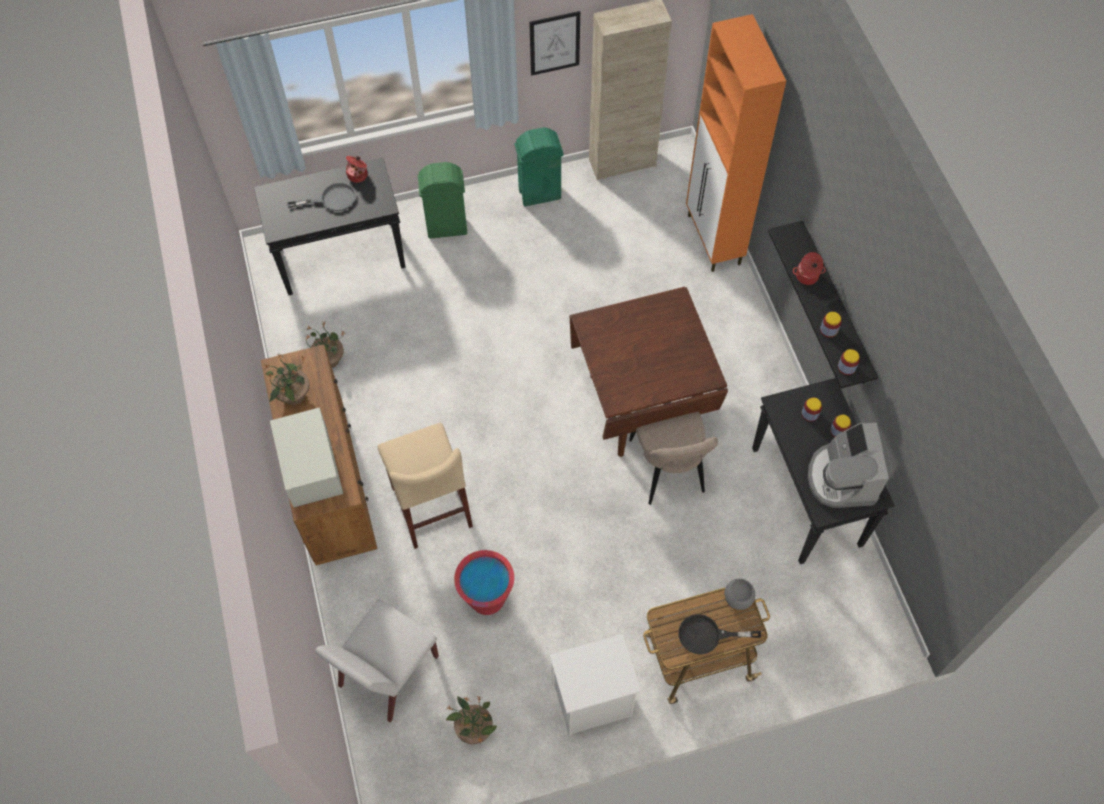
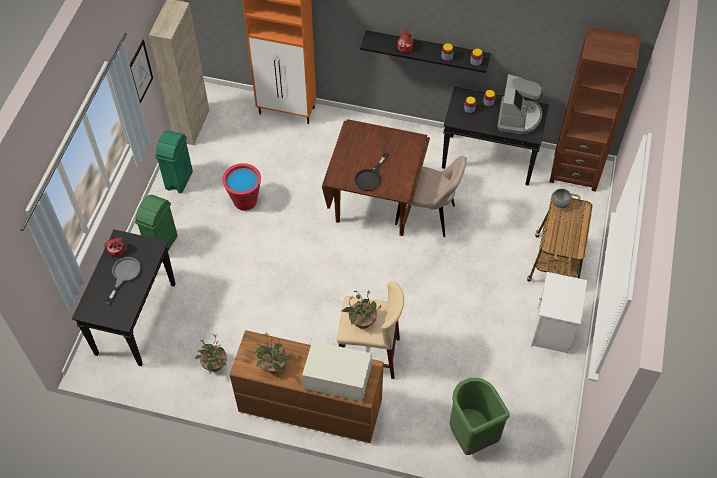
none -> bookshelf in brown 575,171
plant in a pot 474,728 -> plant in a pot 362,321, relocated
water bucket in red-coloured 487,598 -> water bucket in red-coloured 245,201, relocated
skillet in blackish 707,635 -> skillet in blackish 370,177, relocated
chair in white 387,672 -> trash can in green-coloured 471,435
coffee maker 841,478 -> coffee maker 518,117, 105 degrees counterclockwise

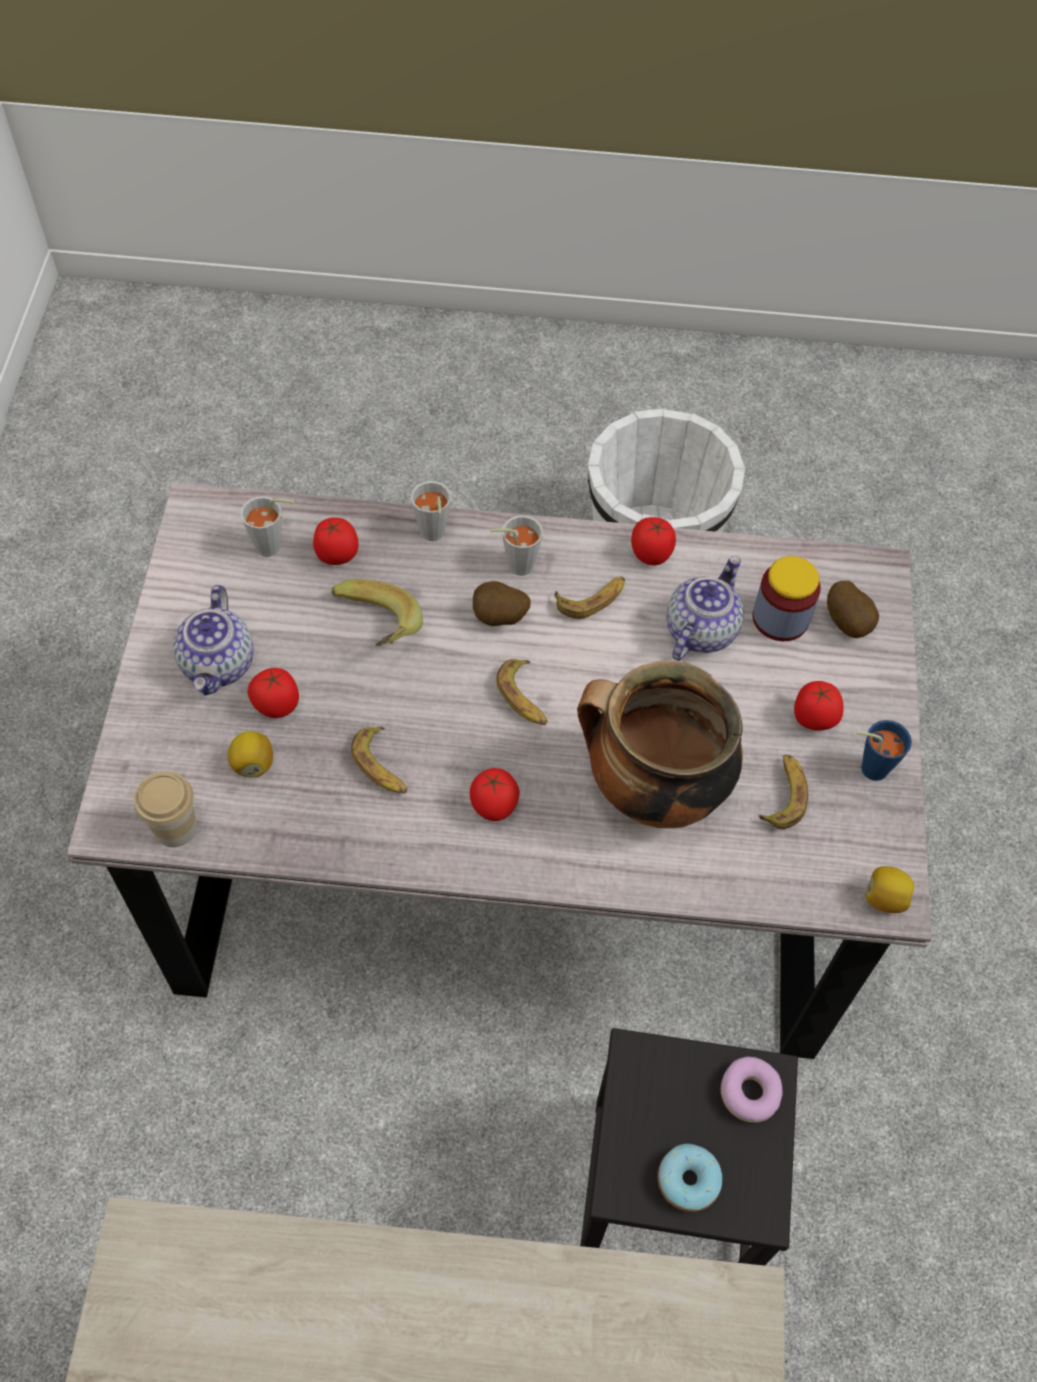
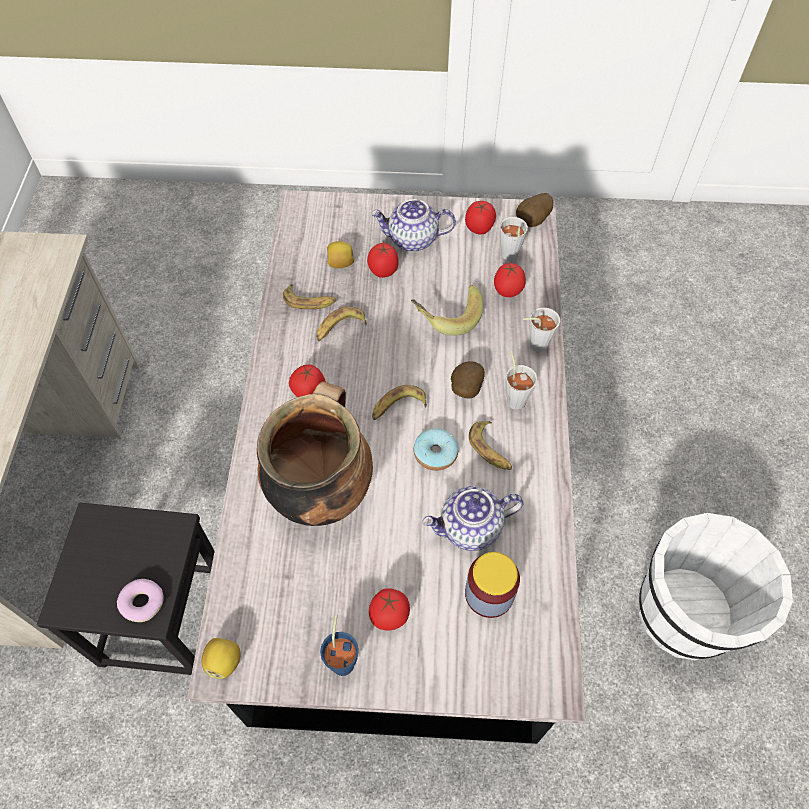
drinking cup 175,828 -> none
fresh tomato 650,554 -> fresh tomato 479,228, relocated
doughnut 688,1180 -> doughnut 435,453, relocated
whole banana 783,795 -> whole banana 309,301, relocated
whole potato 848,622 -> whole potato 533,221, relocated
teapot 700,629 -> teapot 470,528, 135 degrees clockwise

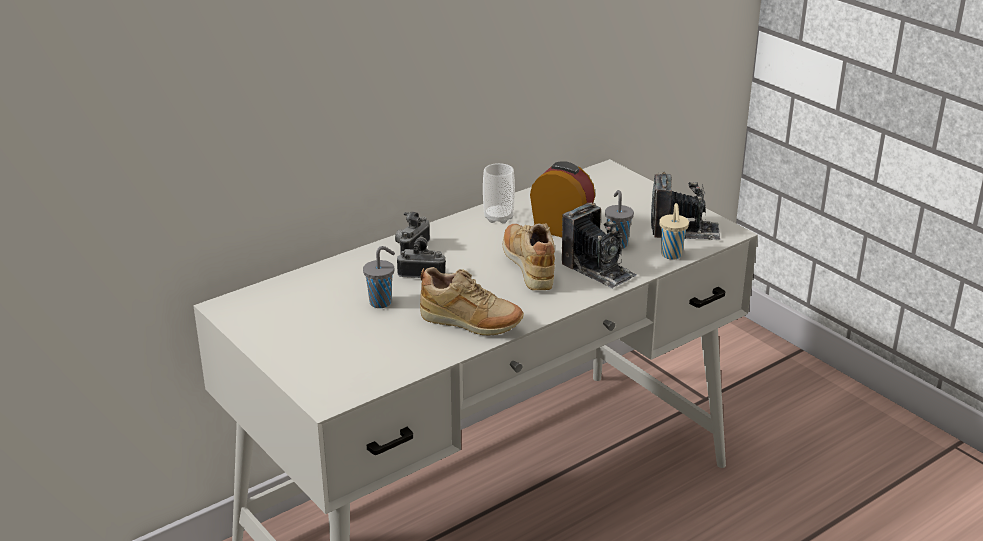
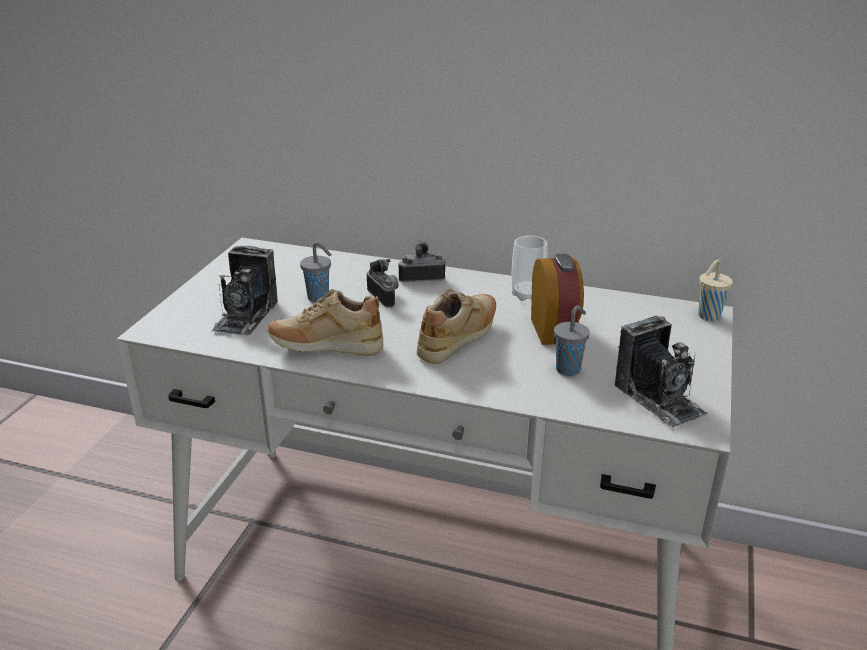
photo camera 598,269 -> photo camera 246,315, relocated
drinking cup in sand-coloured 671,255 -> drinking cup in sand-coloured 708,316, relocated
item of footwear in sand-coloured 471,325 -> item of footwear in sand-coloured 326,348, 105 degrees clockwise

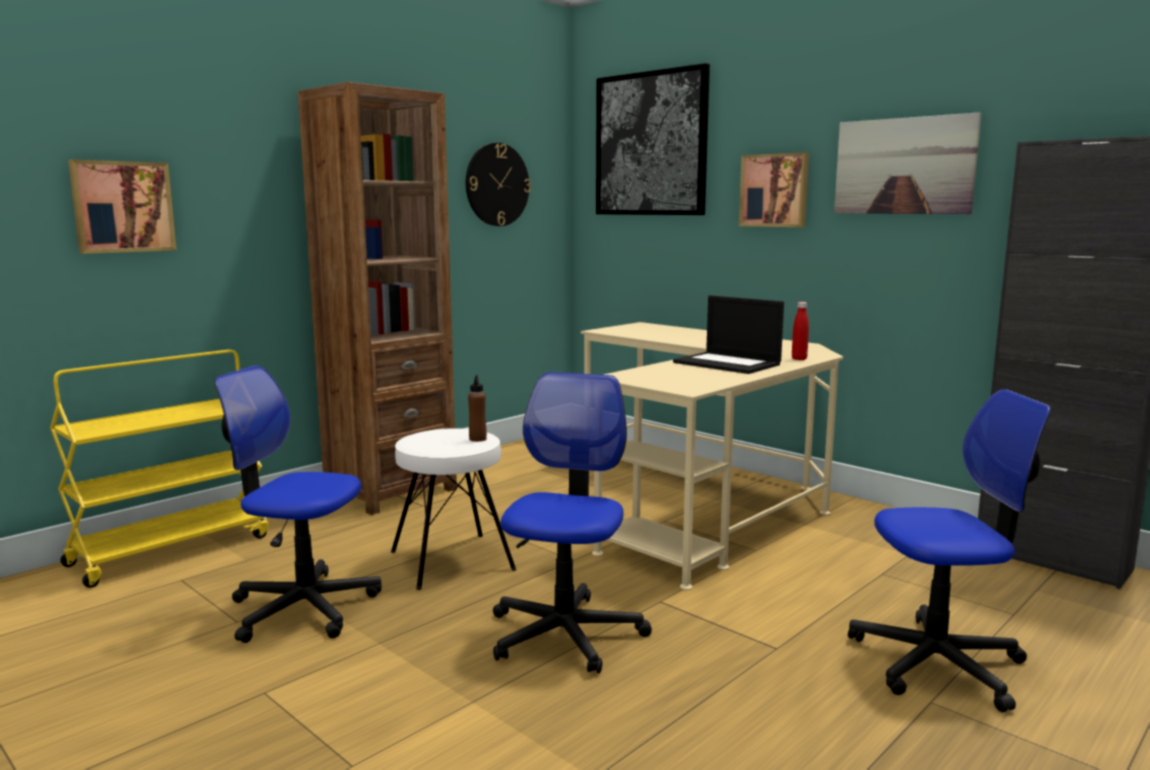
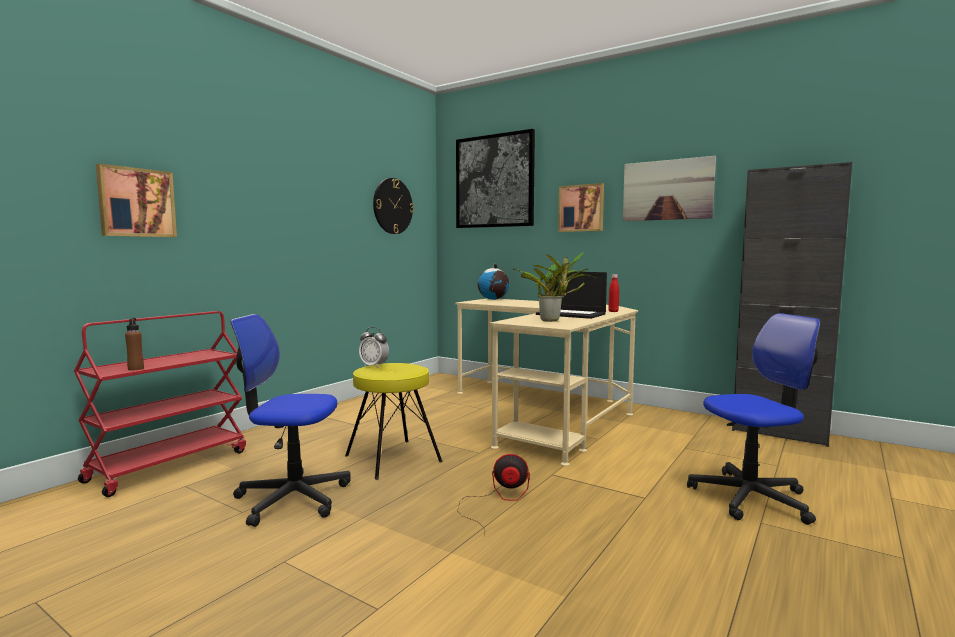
bookshelf in brown 390,491 -> none
none -> bedside clock 374,366
none -> world globe 493,299
none -> plant in a pot 552,320
beverage bottle in brown 477,439 -> beverage bottle in brown 136,369, relocated
desk chair 565,634 -> fan 497,500
trolley in yellowish 171,550 -> trolley in red-coloured 169,465
stool in white 451,560 -> stool in yellowish 392,458

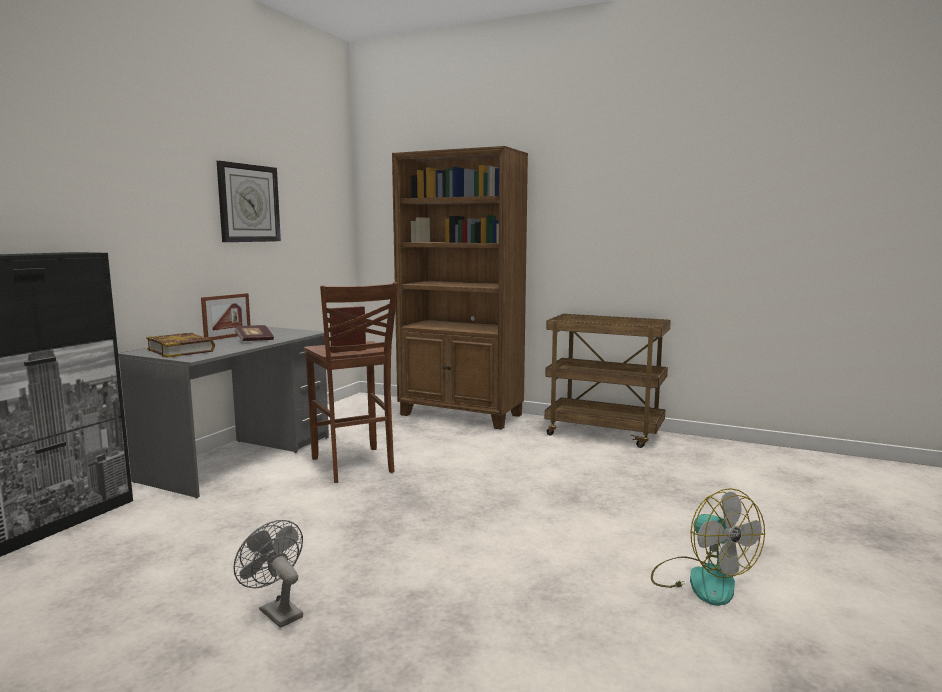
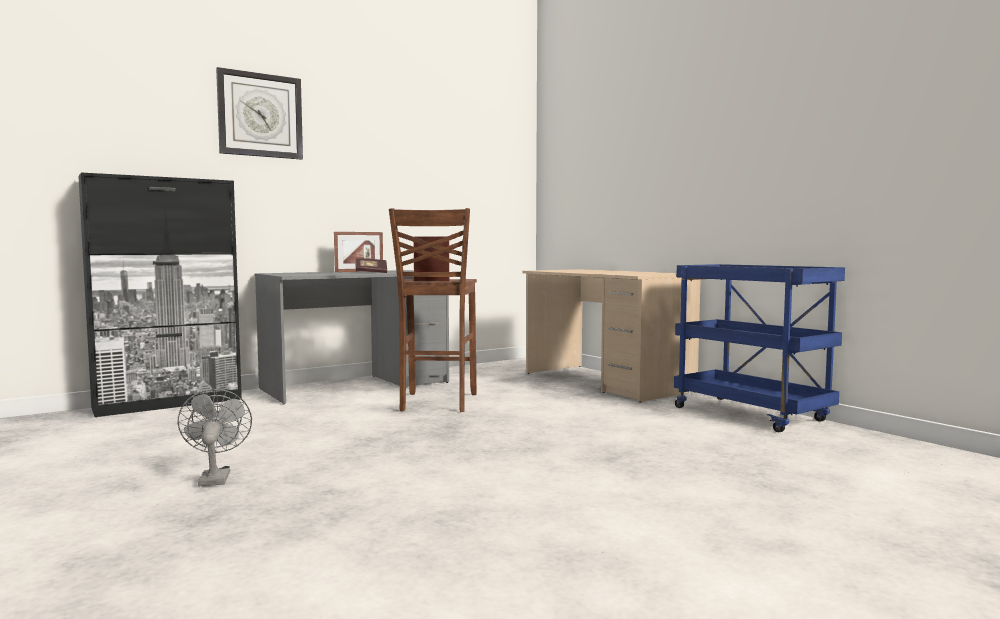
book 181,350 -> none
fan 701,579 -> none
wall clock 248,203 -> wall clock 260,115, relocated
bookshelf in brown 461,415 -> desk in sand-coloured 605,382
trolley in brown 605,433 -> trolley in bluish 752,415

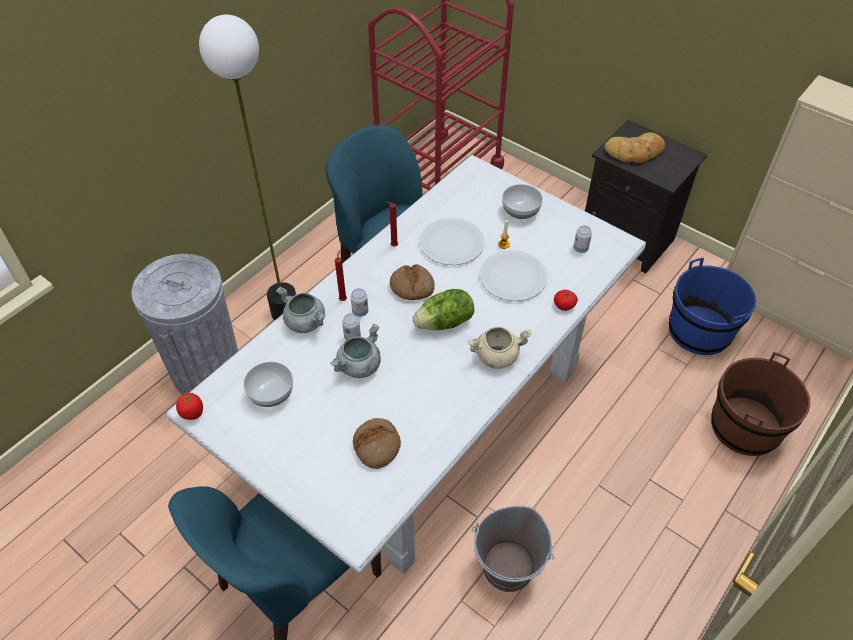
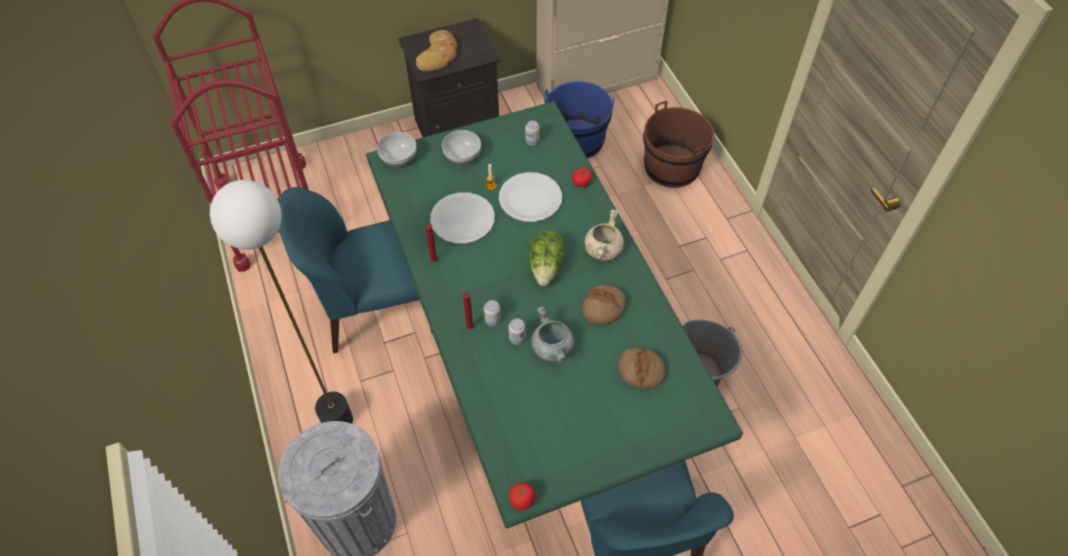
cooking pot in greyish 306,322 -> none
bowl 270,394 -> bowl 399,158, relocated
baked bread 412,287 -> baked bread 603,308, relocated
dining table in white 426,419 -> dining table in green-coloured 536,361

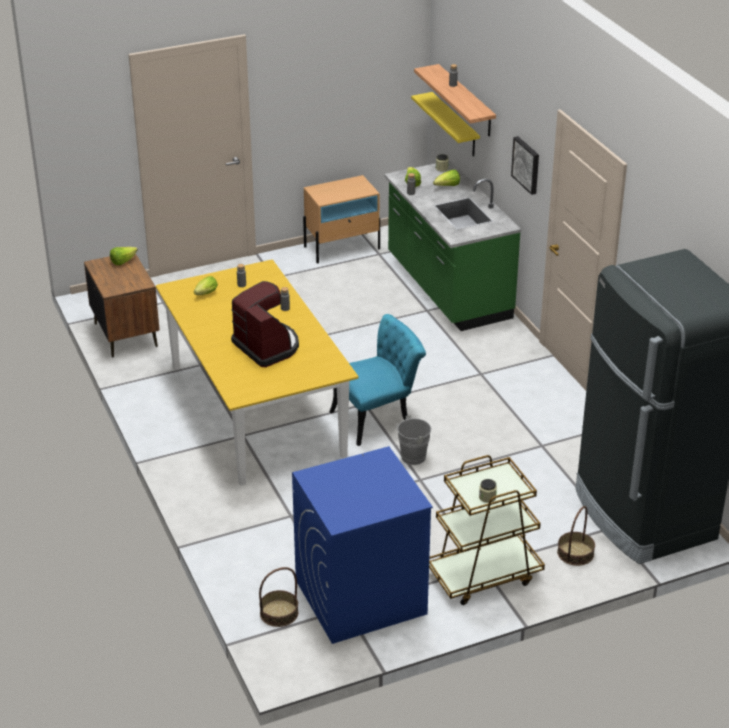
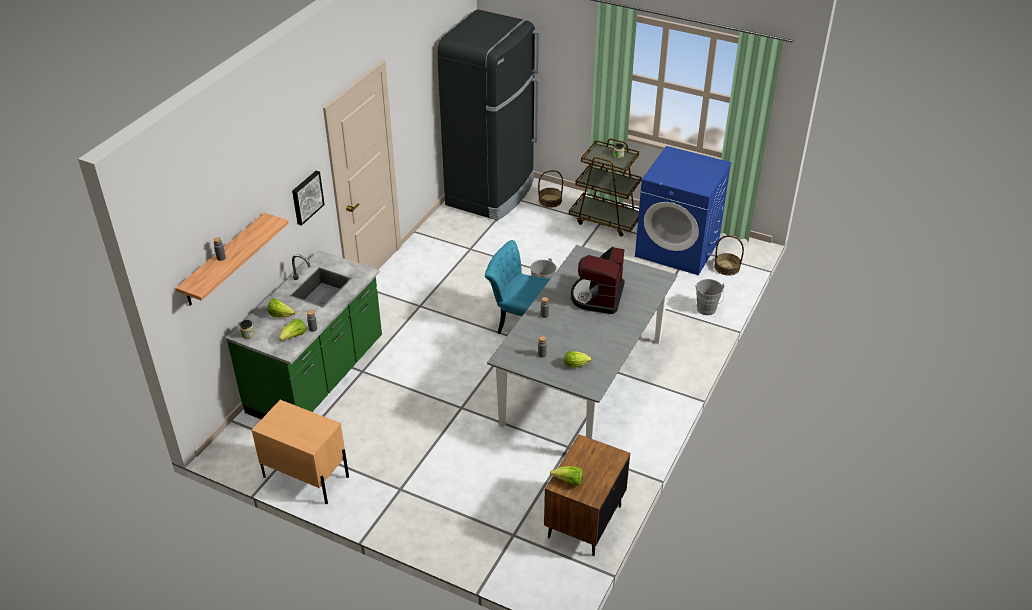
bracket shelf in yellowish 455,125 -> none
none -> water bucket in greyish 706,310
dining table in yellowish 255,410 -> dining table in greyish 583,382

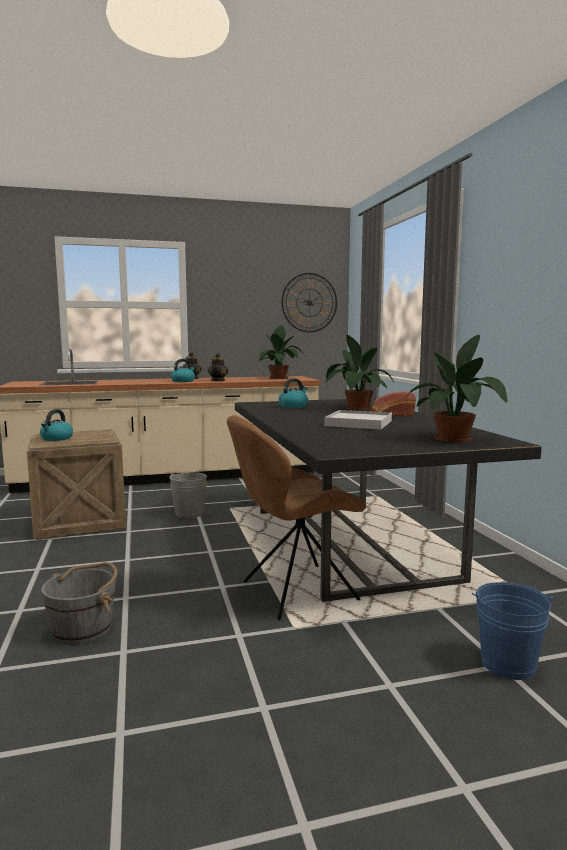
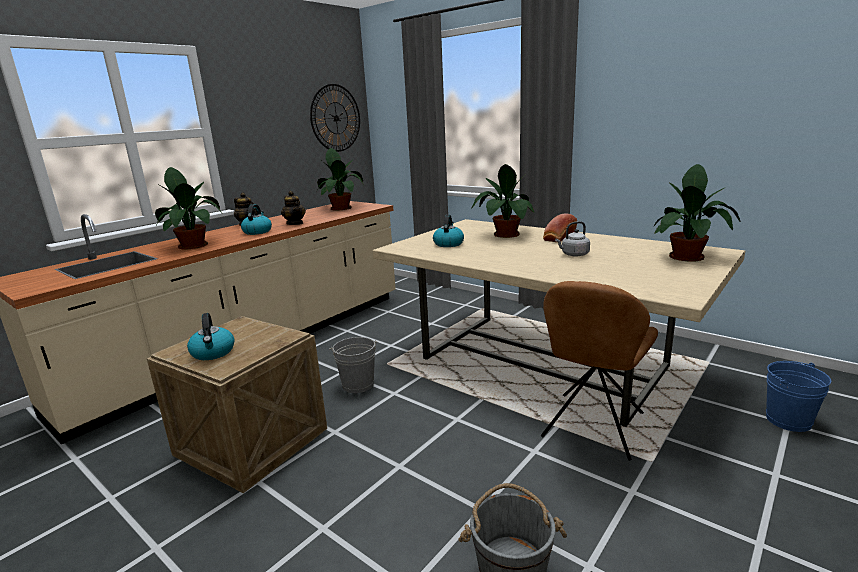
none -> plant in a pot 194,245
serving tray in white 358,423 -> tea kettle in greyish 573,254
dining table in blackish 348,543 -> dining table in sand-coloured 543,363

